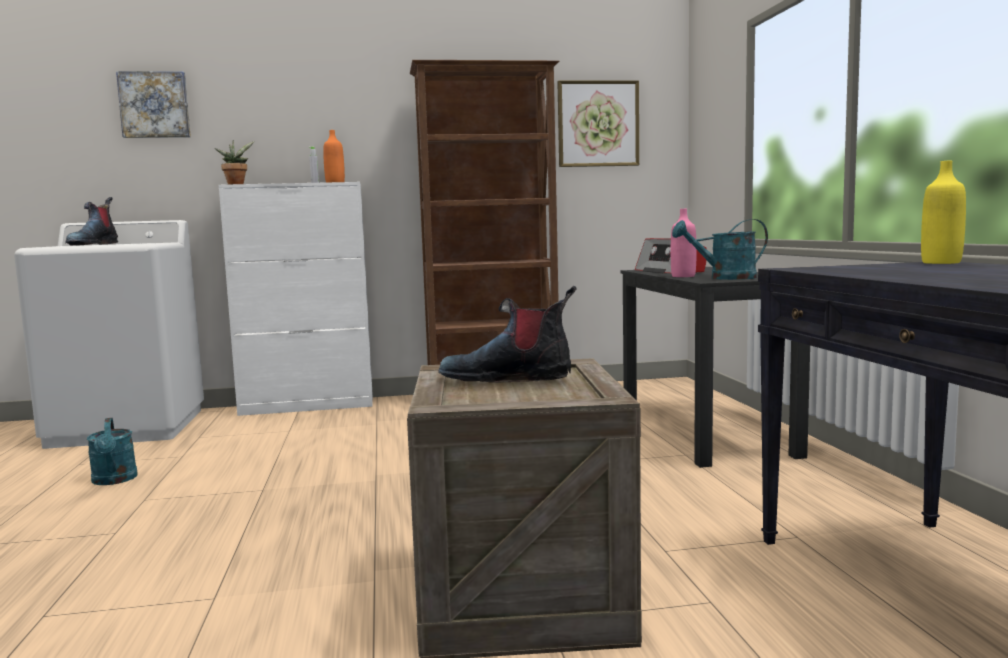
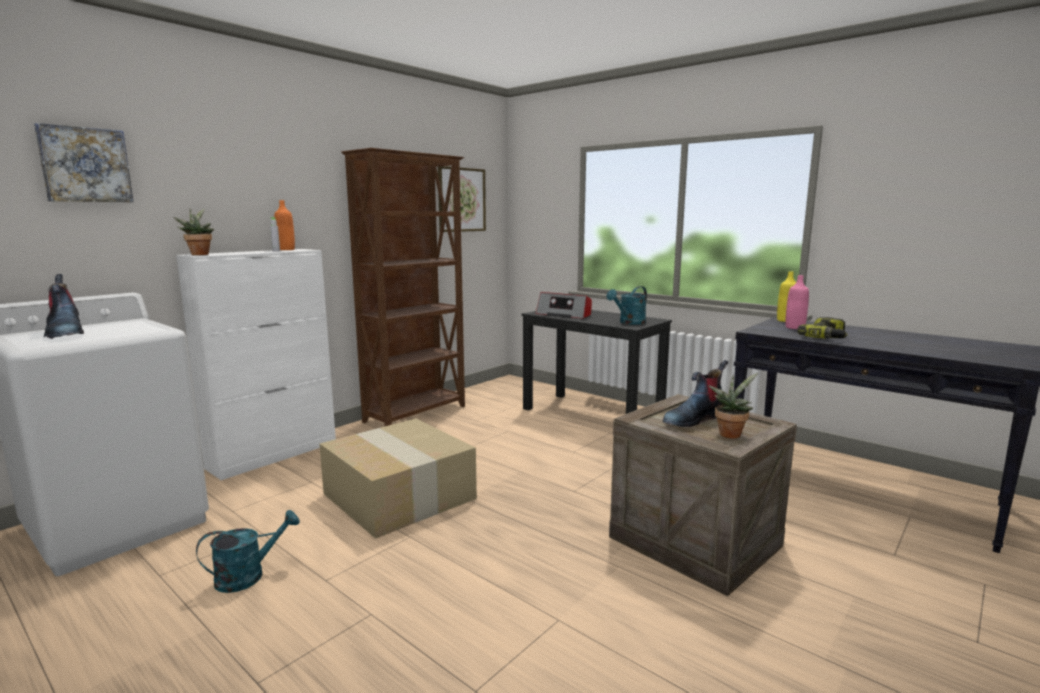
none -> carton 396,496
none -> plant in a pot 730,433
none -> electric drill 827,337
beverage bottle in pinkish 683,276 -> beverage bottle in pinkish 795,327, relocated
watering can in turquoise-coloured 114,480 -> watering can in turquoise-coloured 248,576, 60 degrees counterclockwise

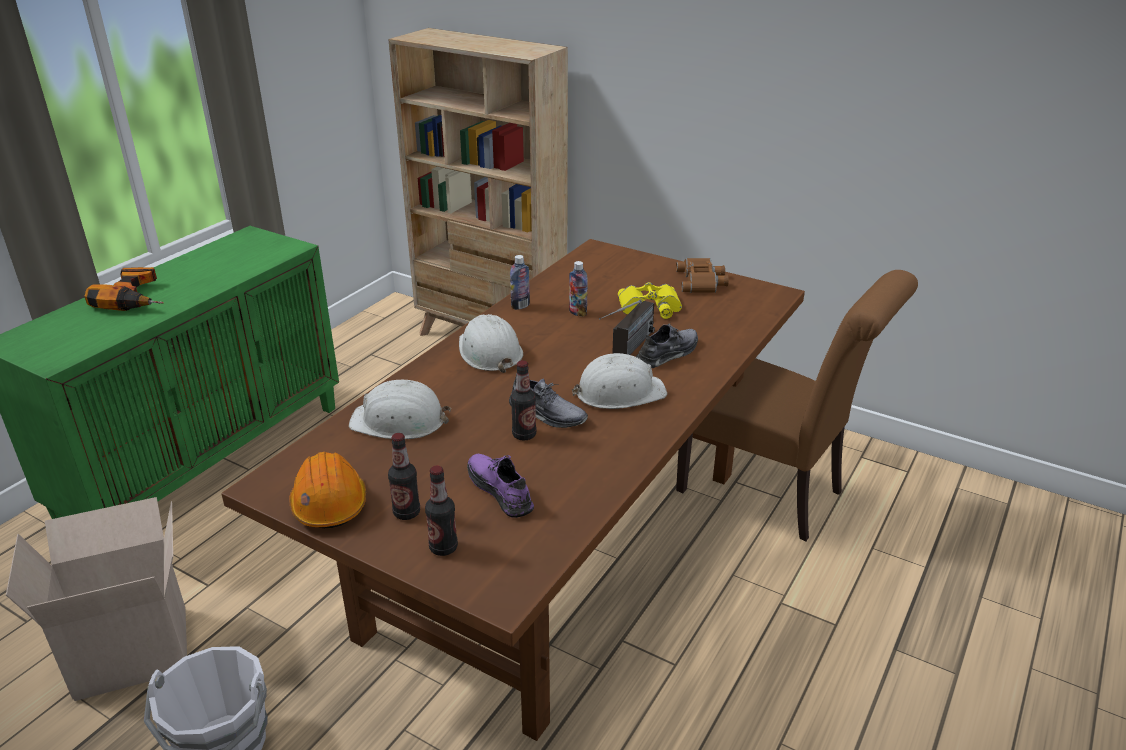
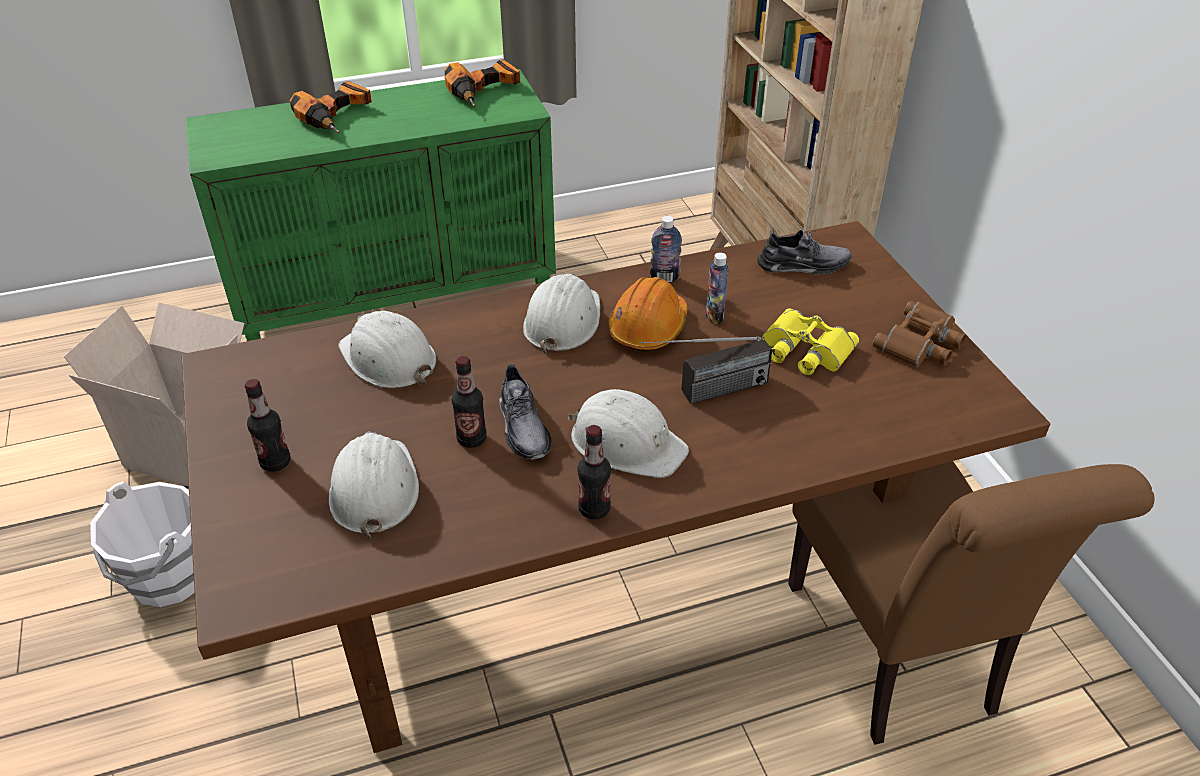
none -> electric drill 485,92
work helmet in orange 329,503 -> work helmet in orange 648,328, relocated
beverage bottle 443,548 -> beverage bottle 594,509, relocated
item of footwear in greyish 668,353 -> item of footwear in greyish 803,265, relocated
item of footwear in purple-coloured 500,490 -> work helmet in white 374,489

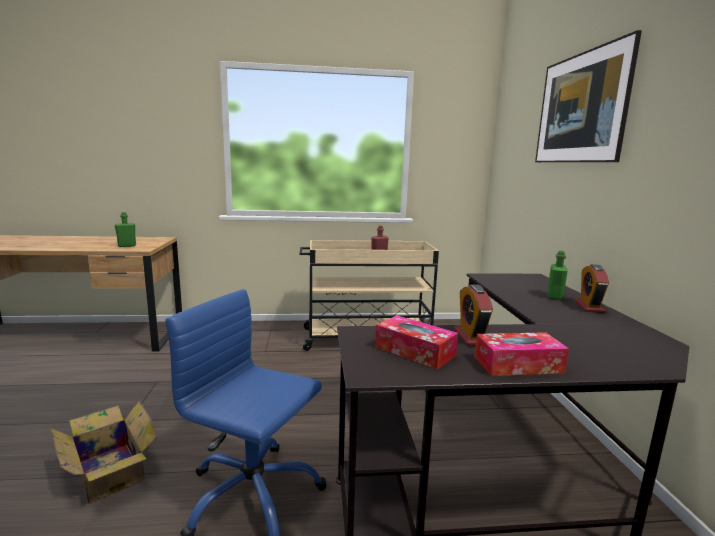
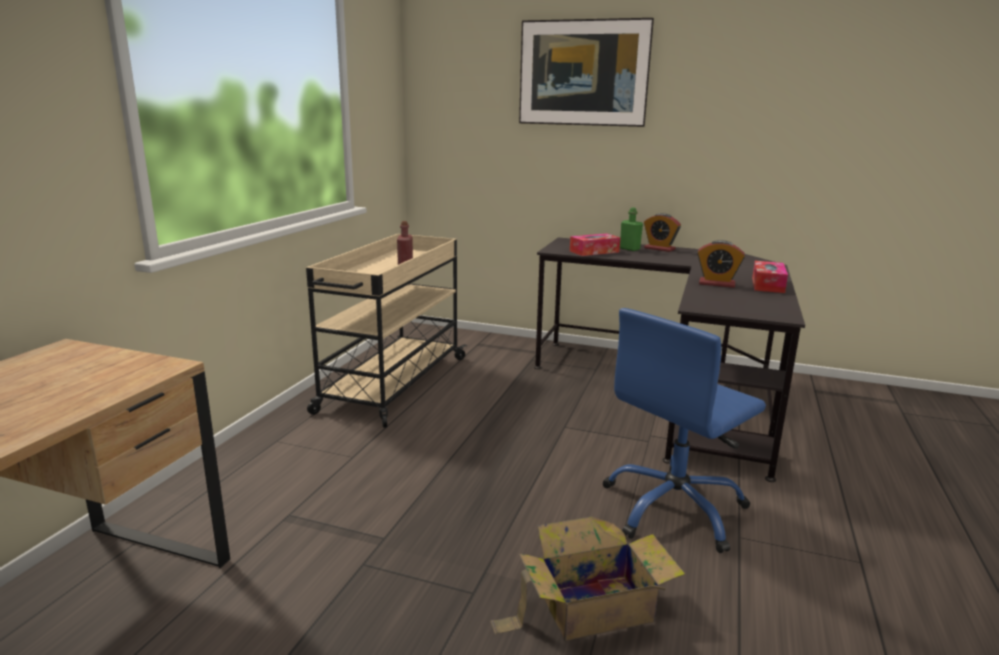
beverage bottle in green-coloured 127,246 -> none
tissue box 414,351 -> tissue box 594,251, relocated

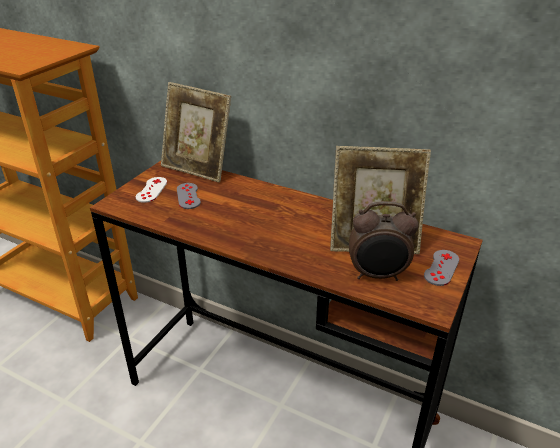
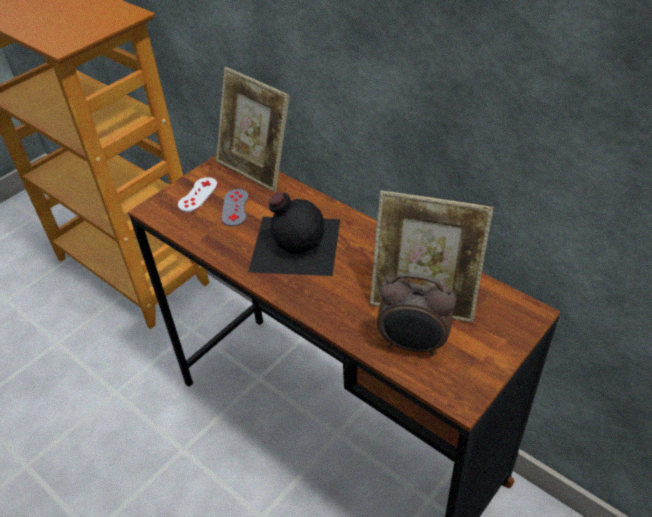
game controller in greyish 441,267 -> none
none -> beverage bottle in blackish 294,243

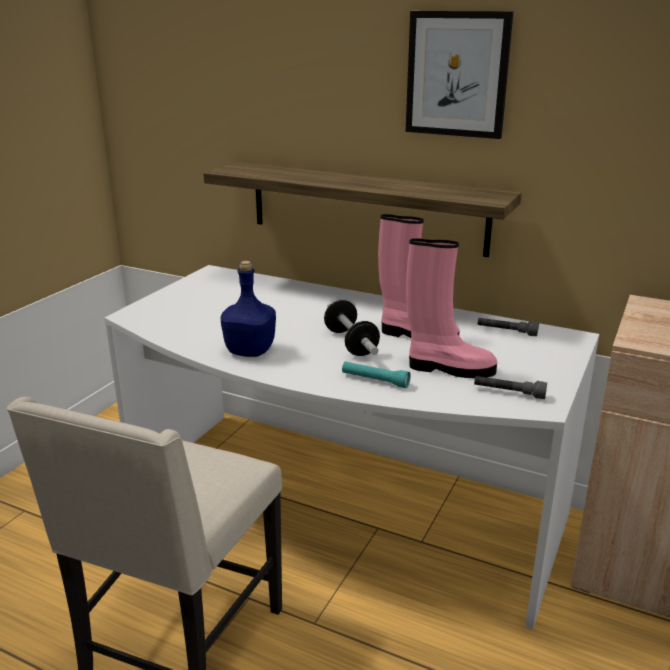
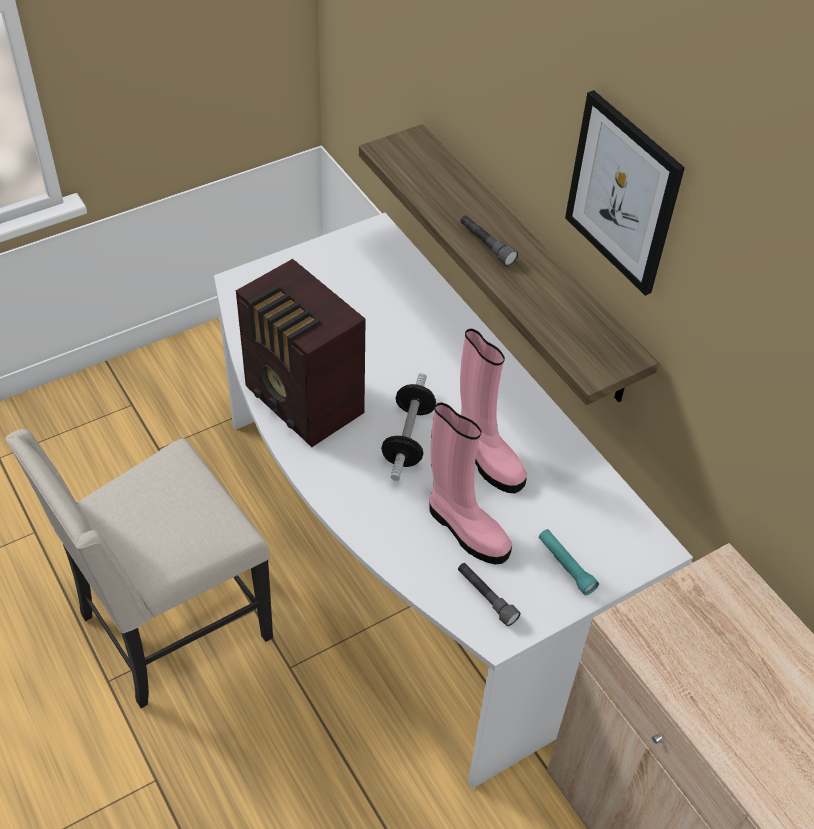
torch in turquoise-coloured 375,380 -> torch in turquoise-coloured 566,566, relocated
torch in greyish 506,332 -> torch in greyish 486,245, relocated
beverage bottle in bluish 251,351 -> radio 304,403

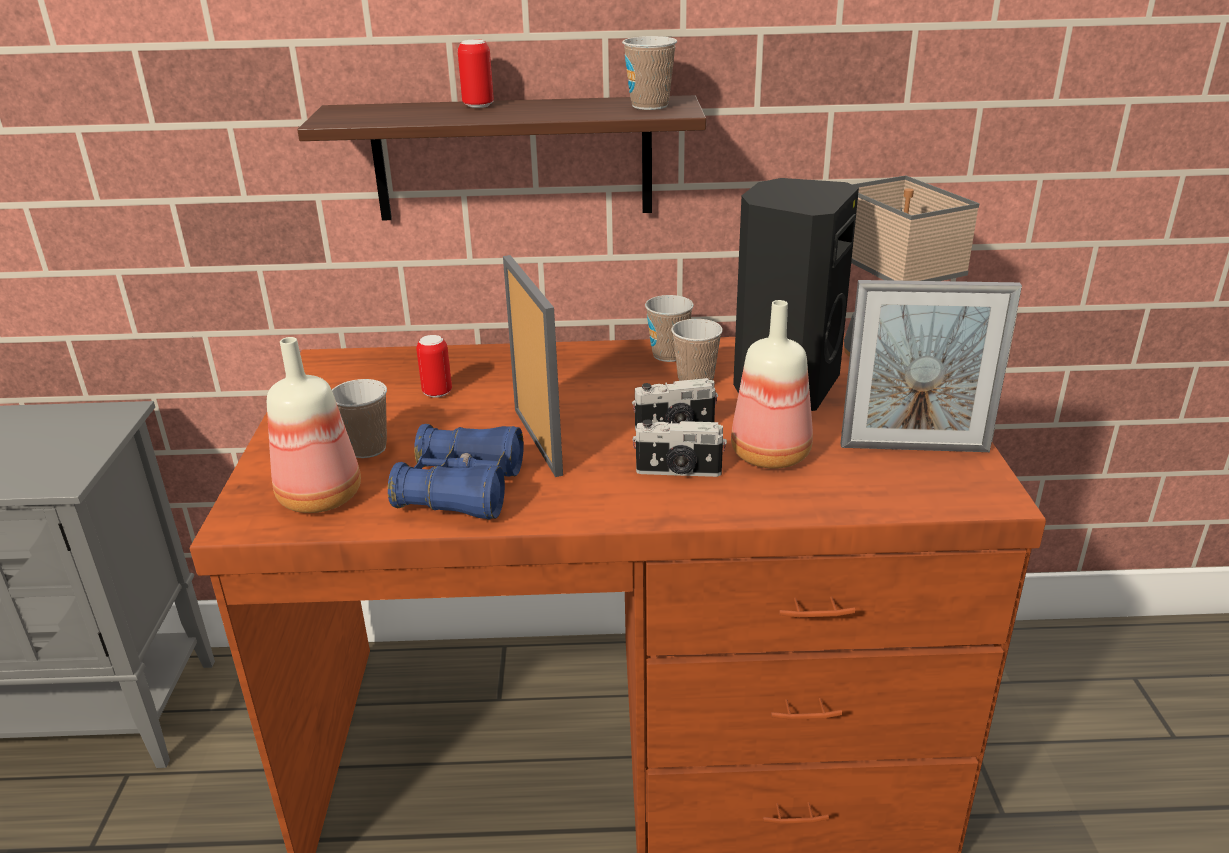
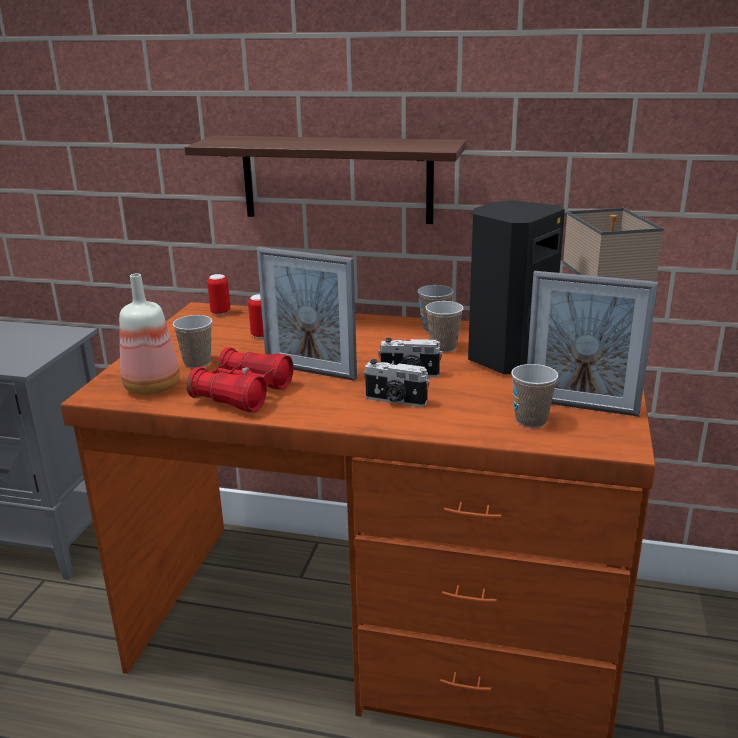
beverage bottle 770,453 -> none
sealed can 478,105 -> sealed can 220,313, relocated
drinking cup 650,106 -> drinking cup 531,420, relocated
field glasses in bluish 462,490 -> field glasses in red-coloured 243,393
photo frame 538,441 -> photo frame 310,371, 120 degrees clockwise

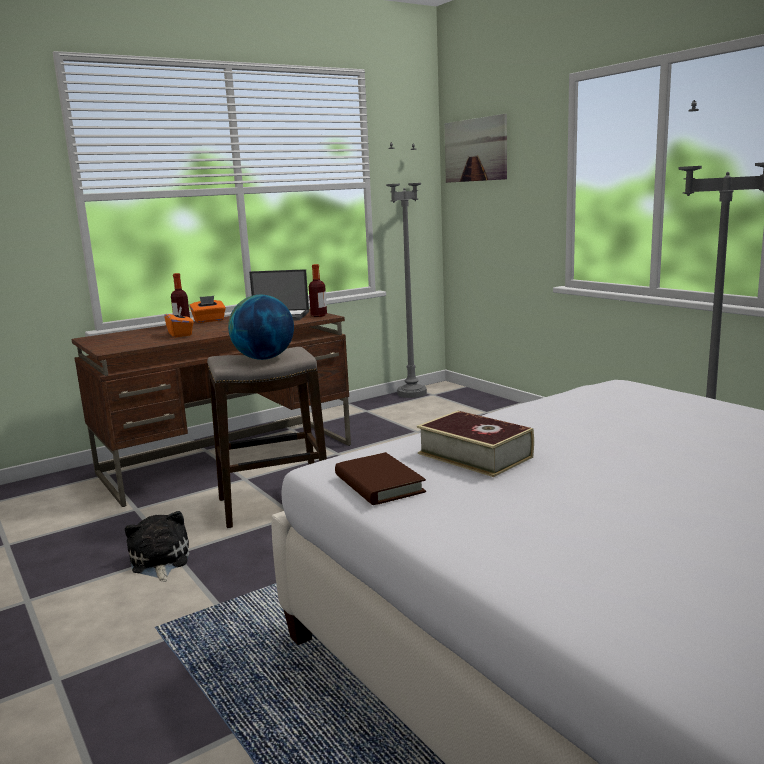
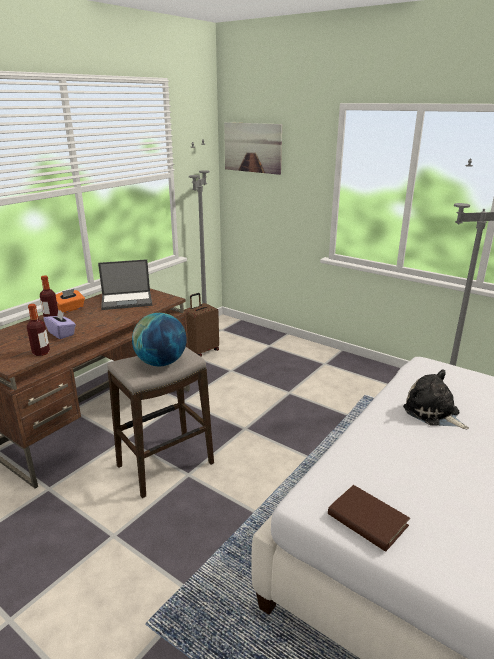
book 475,455 -> none
none -> travel case in brown 202,351
soft toy 159,562 -> soft toy 433,413, relocated
beverage bottle 319,315 -> beverage bottle 41,353, relocated
tissue box in orange 180,334 -> tissue box in purple-coloured 61,333

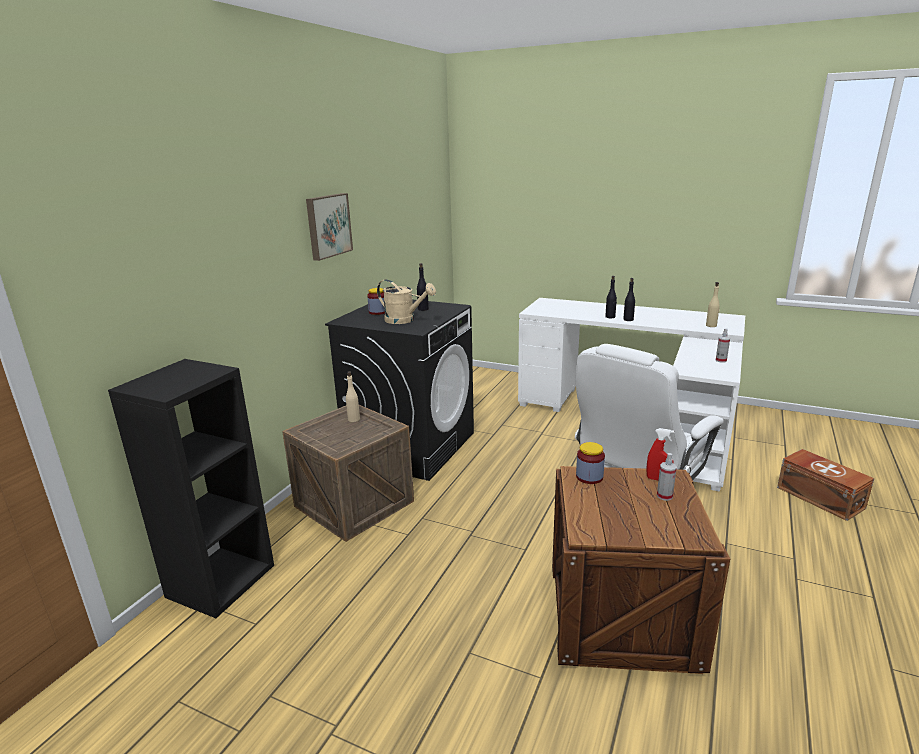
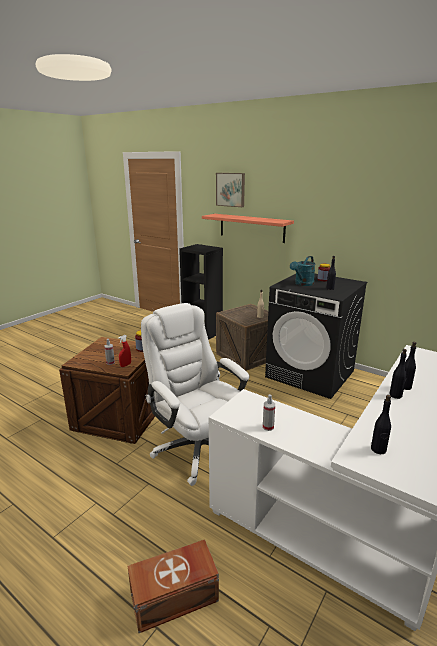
none -> bracket shelf 251,228
wall picture 327,225 -> wall picture 231,189, relocated
watering can in sand-coloured 405,320 -> watering can in turquoise-coloured 302,284
beverage bottle in sand-coloured 711,325 -> beverage bottle in blackish 378,449

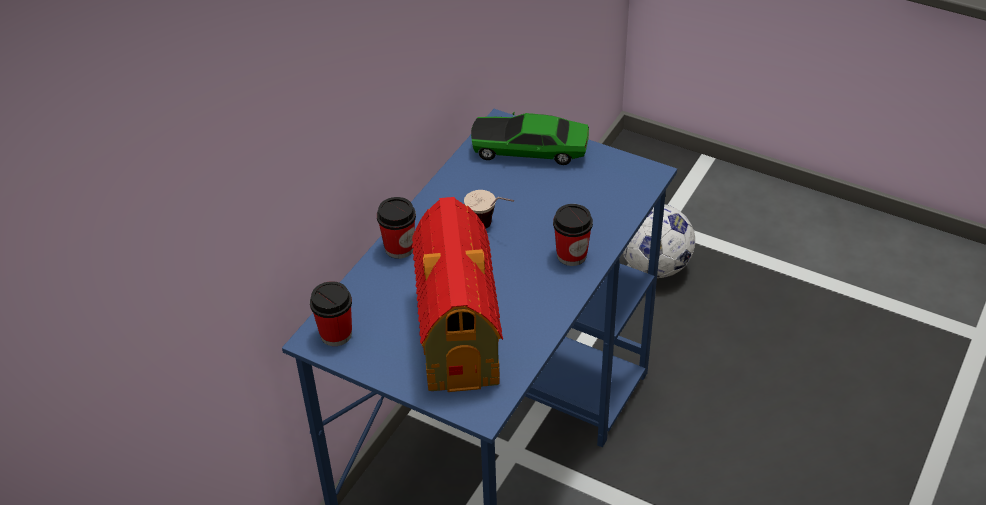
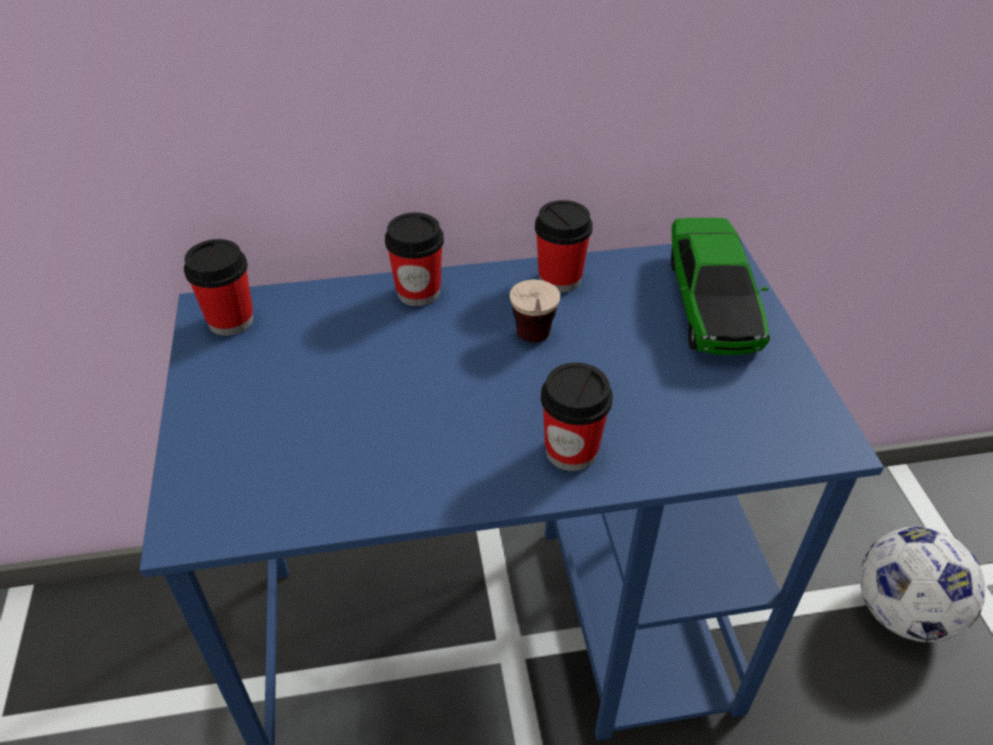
model house 458,332 -> none
none -> drinking cup 560,279
toy car 529,150 -> toy car 711,302, 150 degrees counterclockwise

